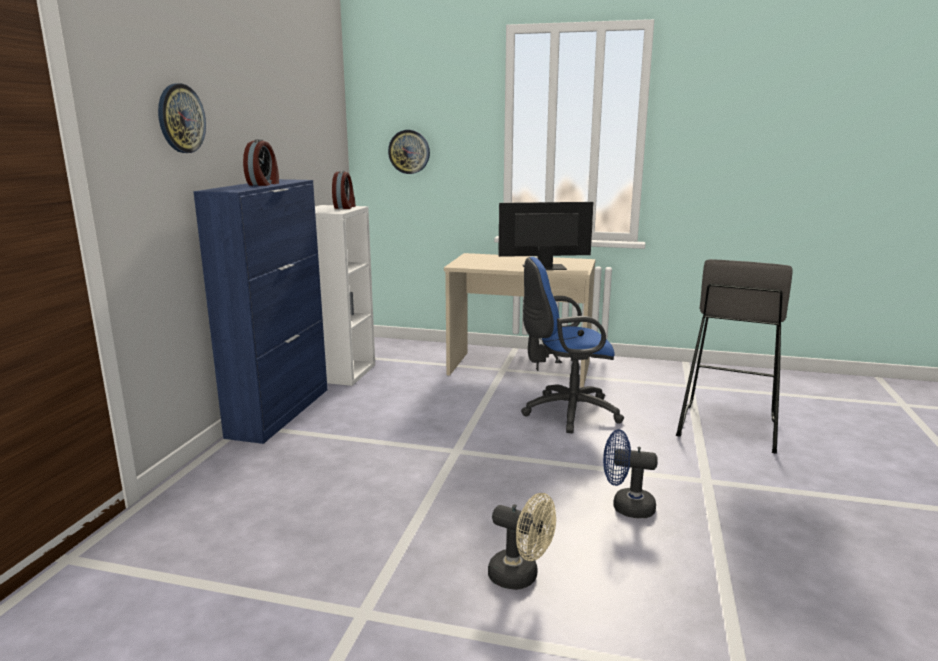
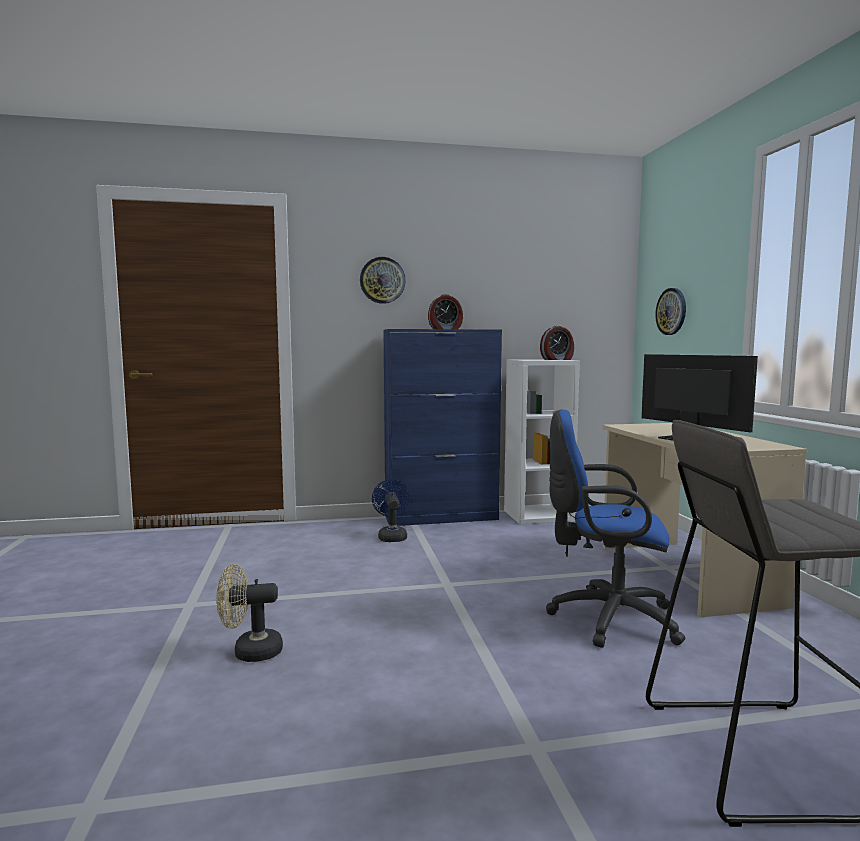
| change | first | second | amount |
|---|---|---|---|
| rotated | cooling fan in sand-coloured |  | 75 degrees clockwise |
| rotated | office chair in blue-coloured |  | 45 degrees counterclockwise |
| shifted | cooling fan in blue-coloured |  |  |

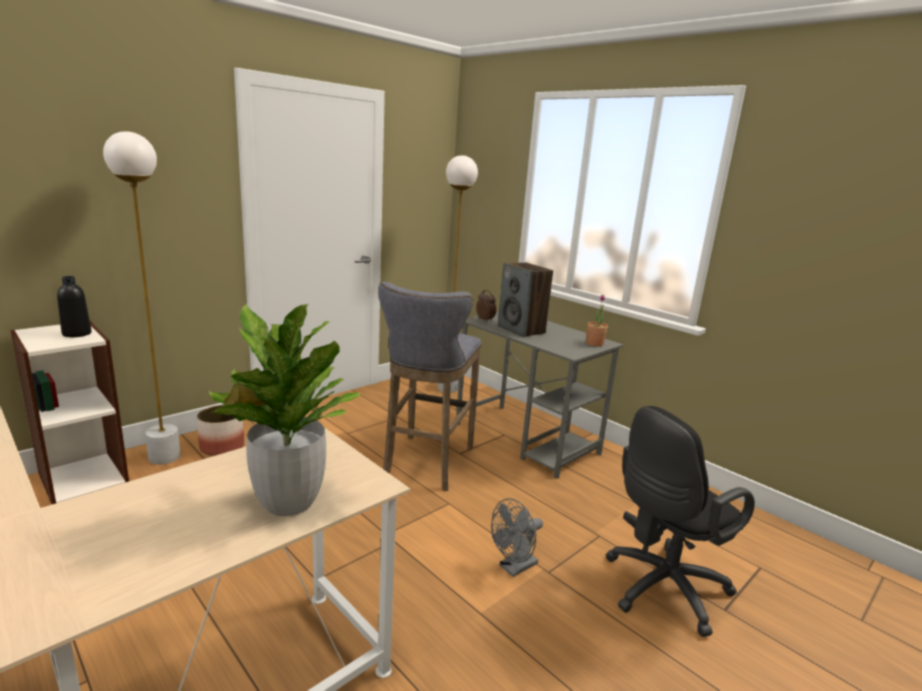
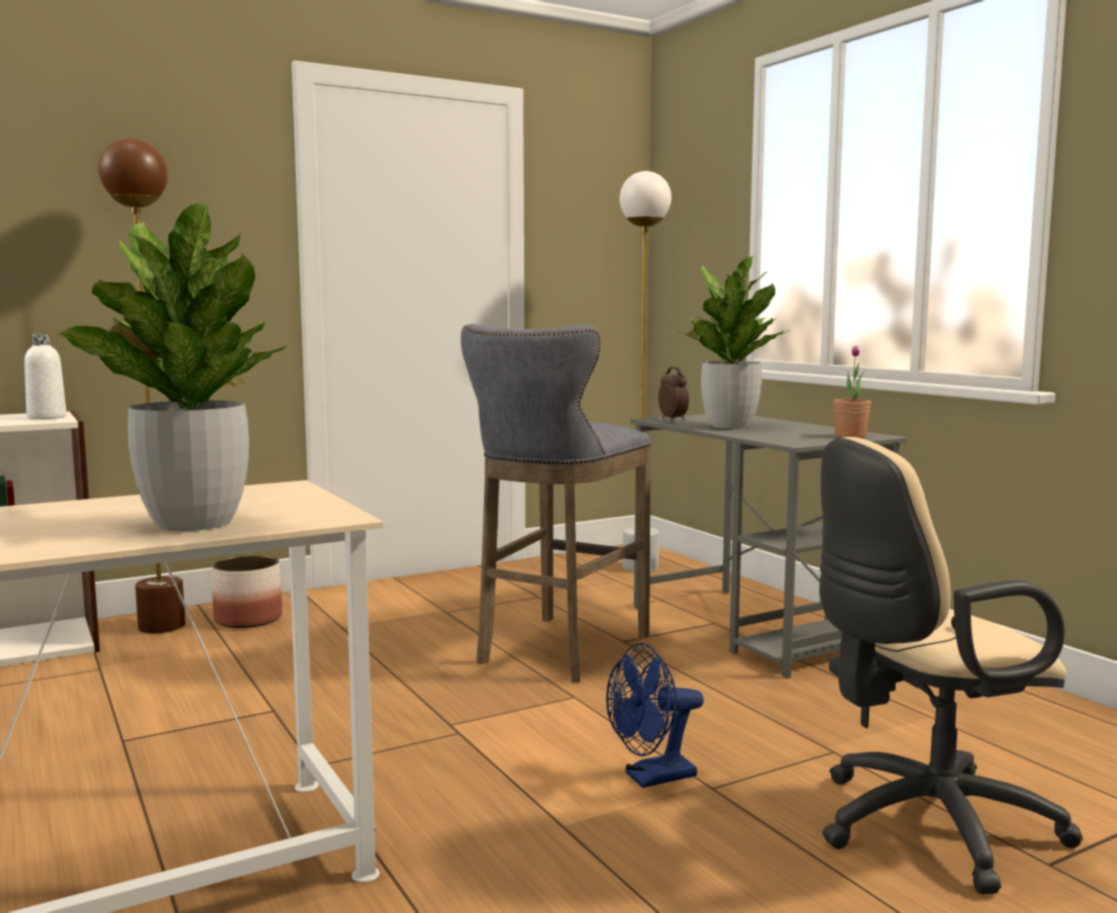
| change | first | second | amount |
|---|---|---|---|
| repainted | beverage bottle in black-coloured | beverage bottle in white-coloured |  |
| repainted | standard lamp in white-coloured (no. 1 from left) | standard lamp in brownish |  |
| repainted | cooling fan in grey | cooling fan in blue-coloured |  |
| swapped | audio speaker | houseplant (no. 2 from left) |  |
| repainted | office chair in black-coloured | office chair in sand-coloured |  |

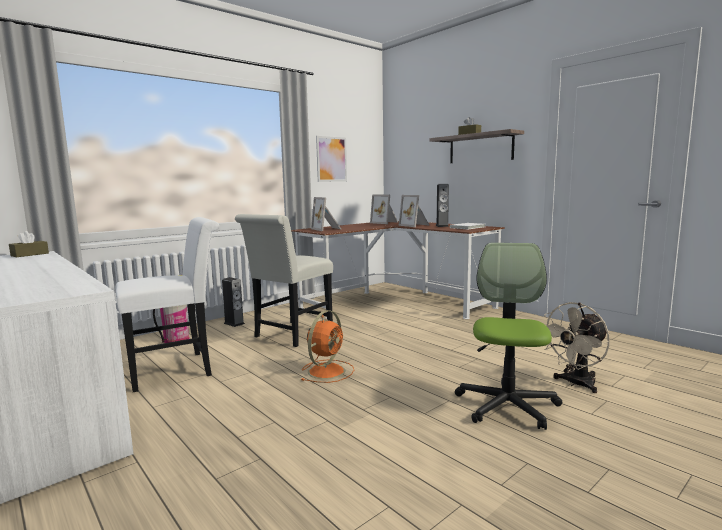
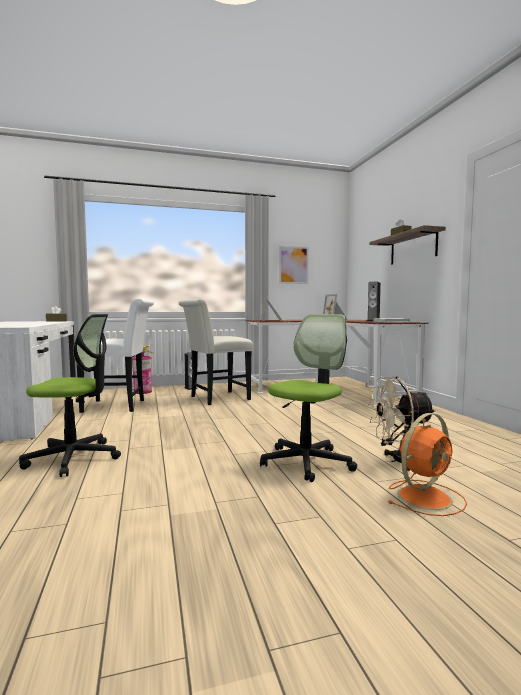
| change | first | second | amount |
|---|---|---|---|
| shifted | cooling fan in orangey |  |  |
| gone | standing frame (no. 3 from left) |  |  |
| new |  | office chair (no. 1 from left) |  |

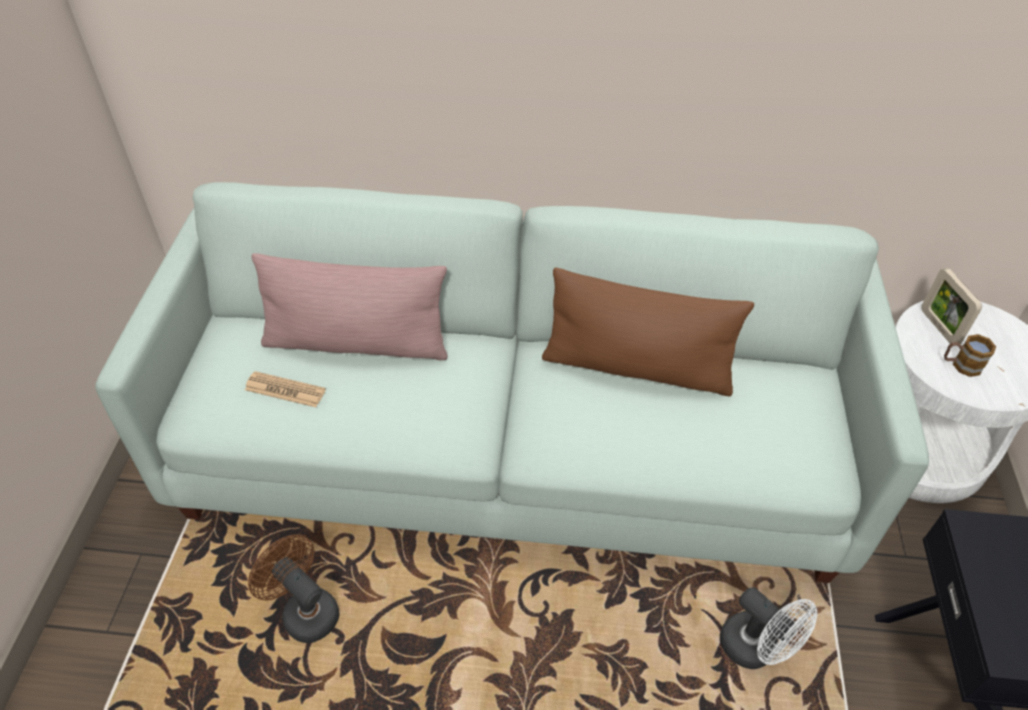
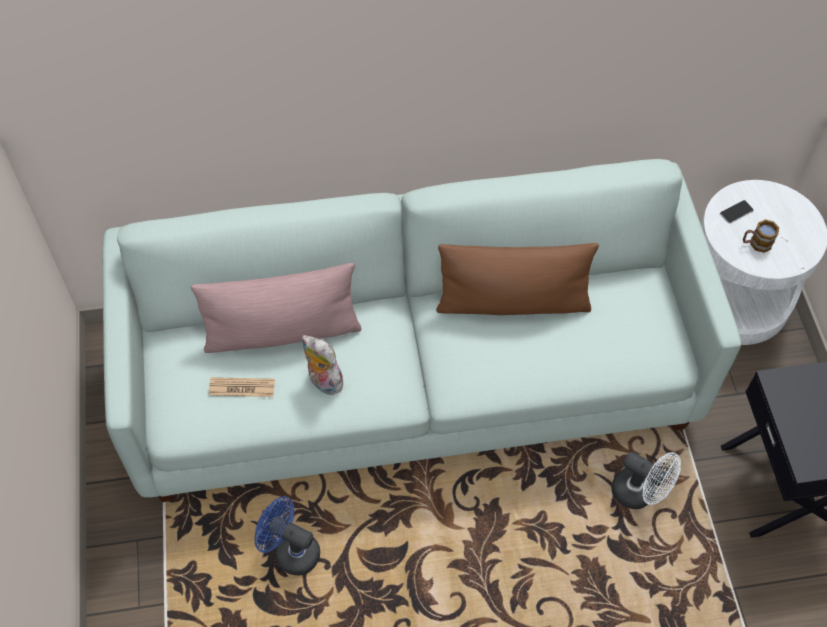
| change | first | second | amount |
|---|---|---|---|
| repainted | cooling fan in brownish | cooling fan in blue-coloured |  |
| swapped | standing frame | phone |  |
| new |  | cuddly toy |  |

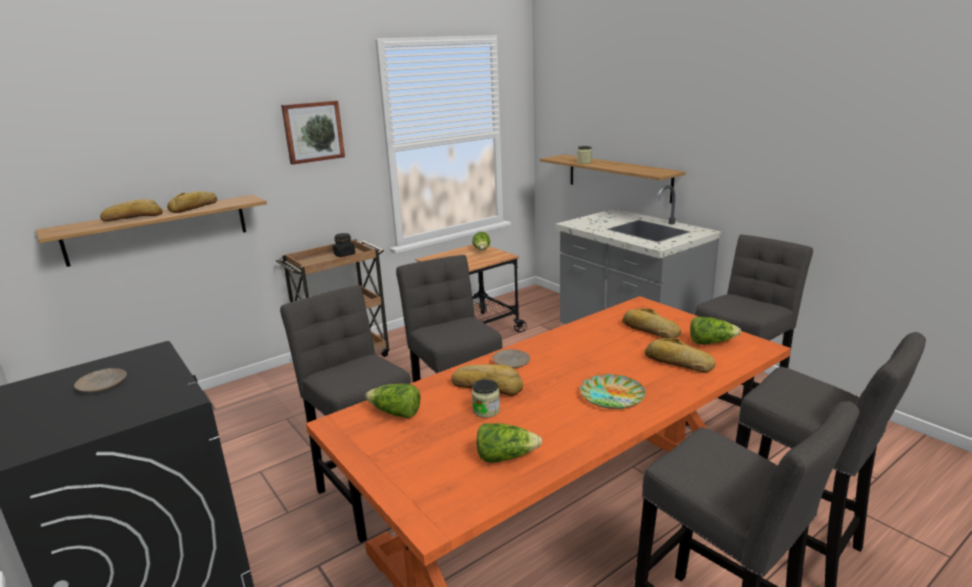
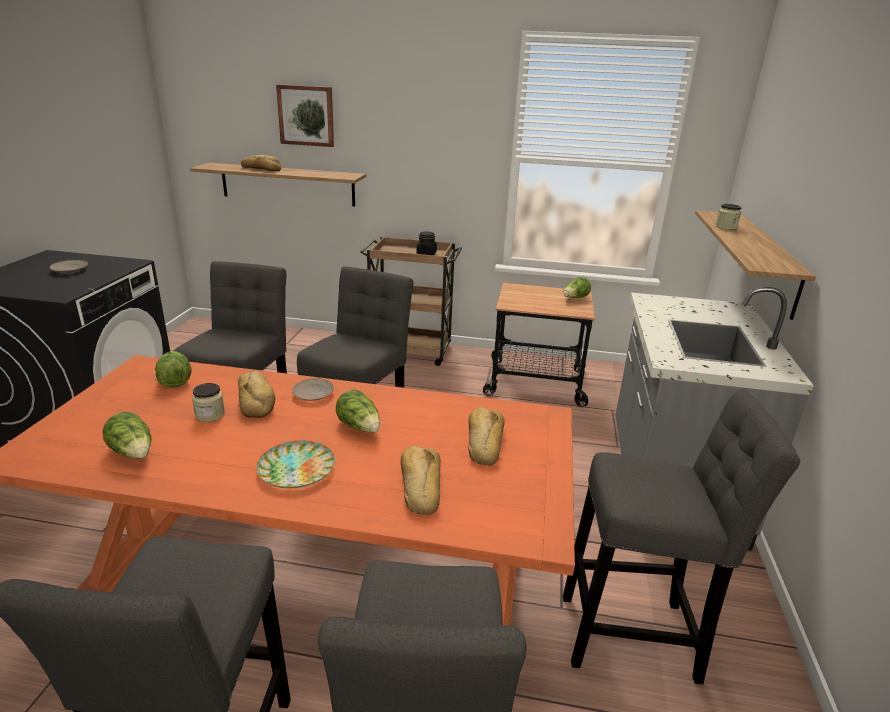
| change | first | second | amount |
|---|---|---|---|
| gone | bakery bread (no. 2 from left) |  |  |
| shifted | picture |  |  |
| shifted | lettuce (no. 4 from left in the first image) | lettuce (no. 3 from left) |  |

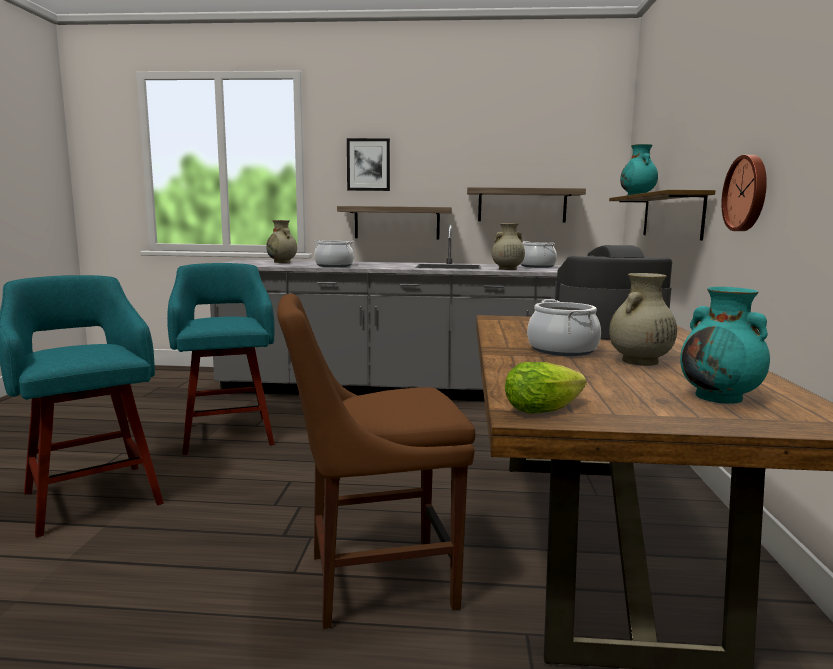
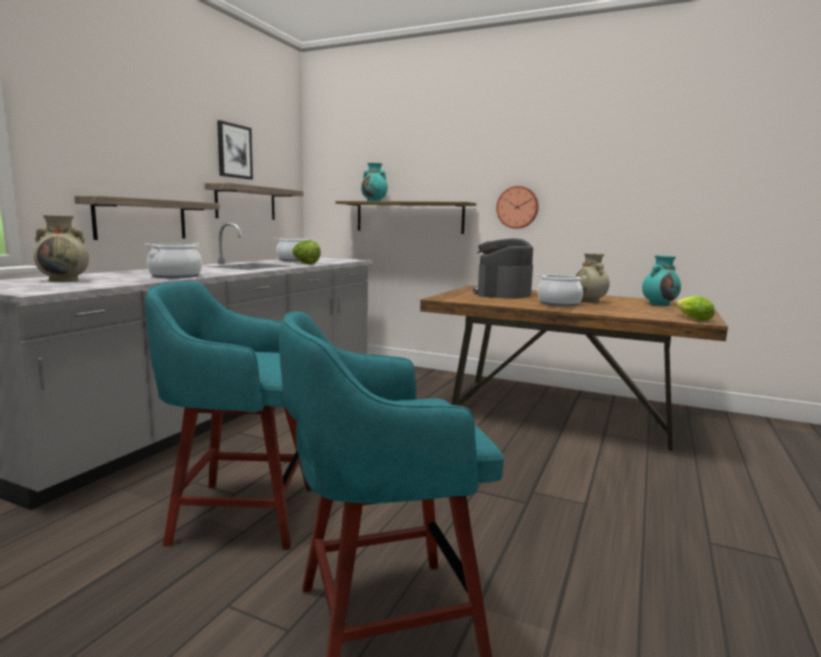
| change | first | second | amount |
|---|---|---|---|
| gone | plain chair in brownish |  |  |
| shifted | picture |  |  |
| swapped | flower vase in sand-coloured (no. 2 from left) | lettuce (no. 1 from left) |  |

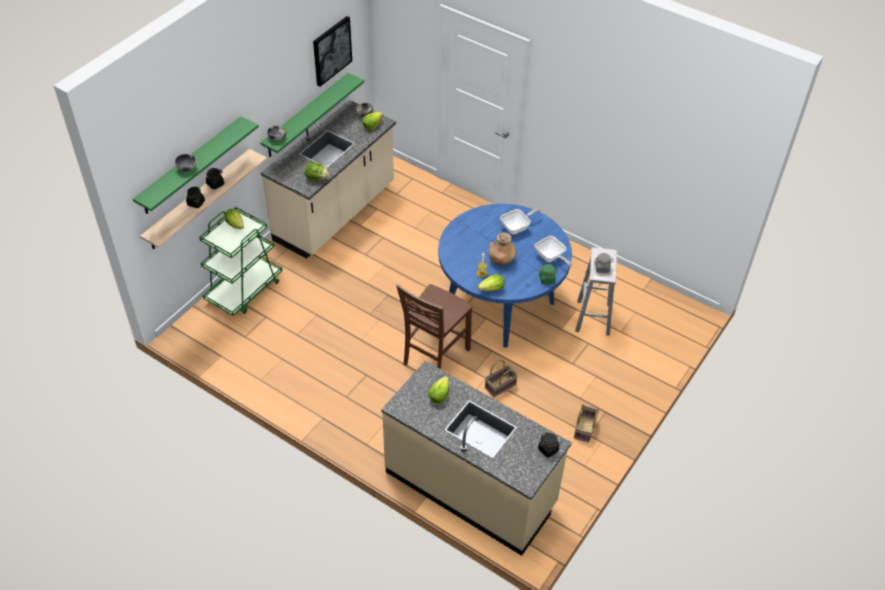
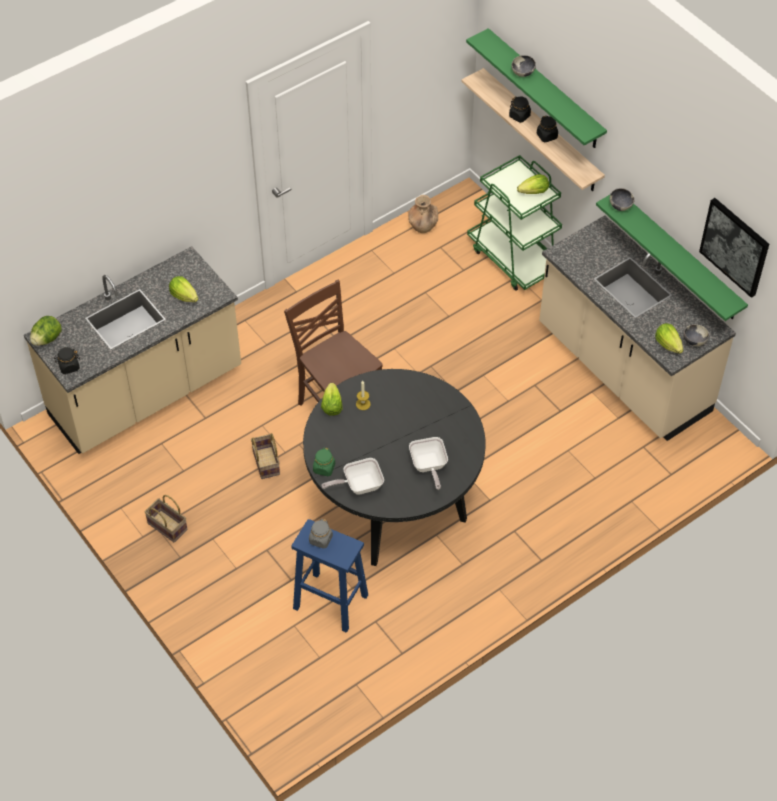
| change | first | second | amount |
|---|---|---|---|
| shifted | lettuce (no. 2 from left in the first image) | lettuce (no. 1 from left) |  |
| repainted | dinner table in blue-coloured | dinner table in black-coloured |  |
| shifted | flower vase in brownish |  |  |
| repainted | sitting stool in white-coloured | sitting stool in blue-coloured |  |

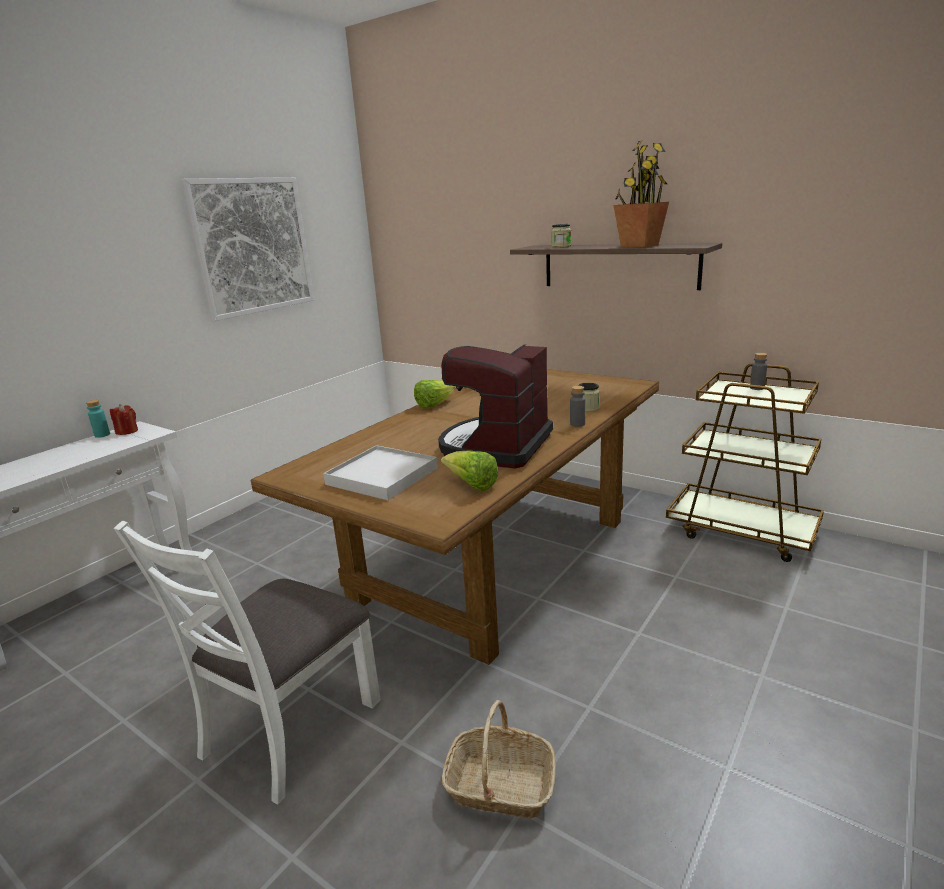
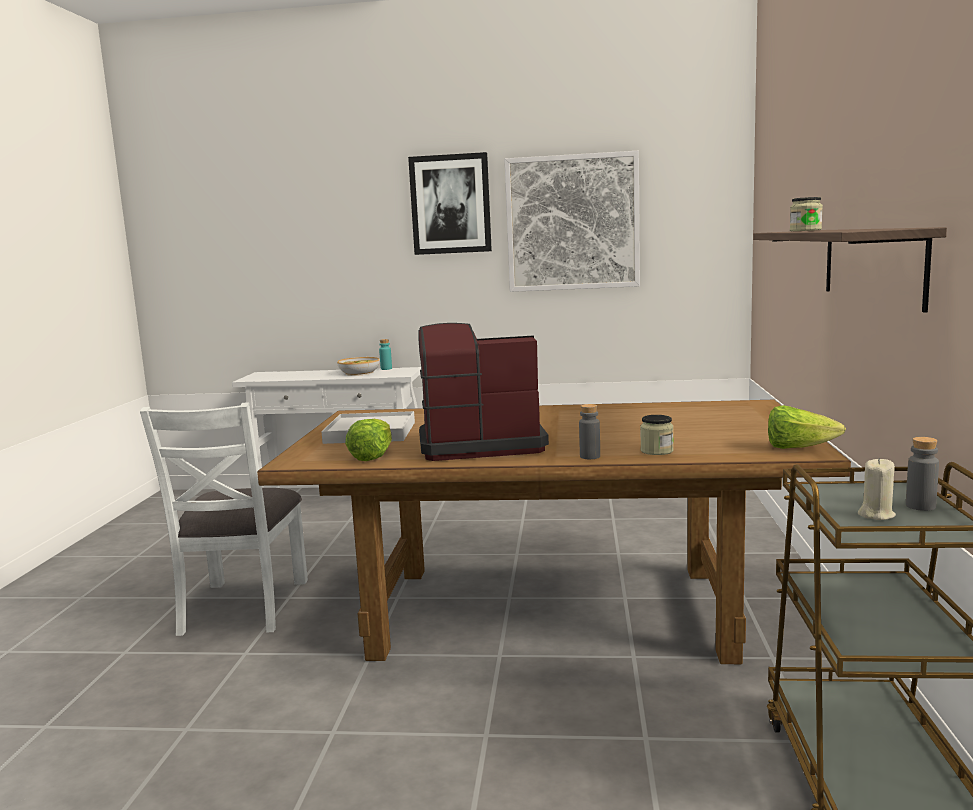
| change | first | second | amount |
|---|---|---|---|
| gone | wax light in red |  |  |
| rotated | plain chair in white-coloured |  | 90 degrees counterclockwise |
| shifted | lettuce (no. 1 from left in the first image) | lettuce (no. 2 from left) |  |
| gone | basket |  |  |
| gone | houseplant |  |  |
| new |  | serving bowl |  |
| new |  | picture (no. 1 from left) |  |
| new |  | wax light in sand-coloured |  |

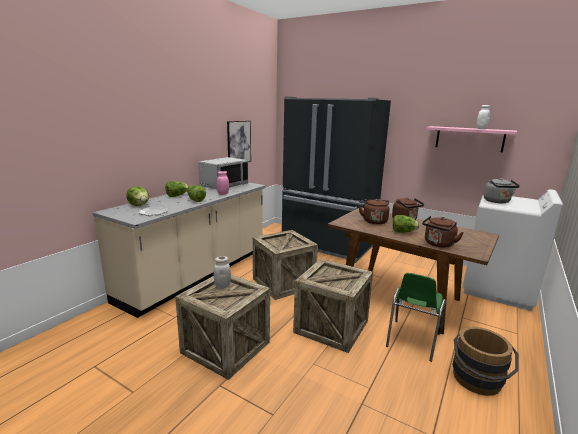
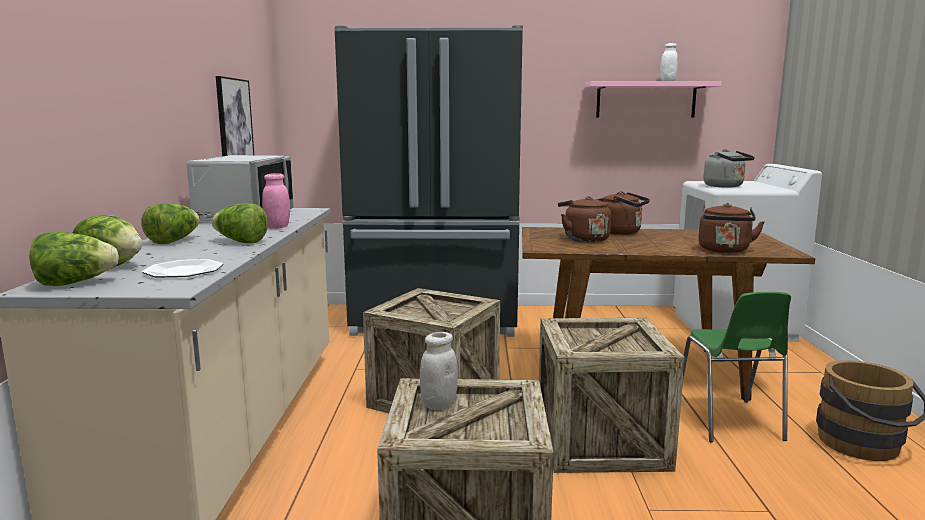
| change | first | second | amount |
|---|---|---|---|
| shifted | lettuce (no. 4 from left in the first image) | lettuce (no. 1 from left) |  |

